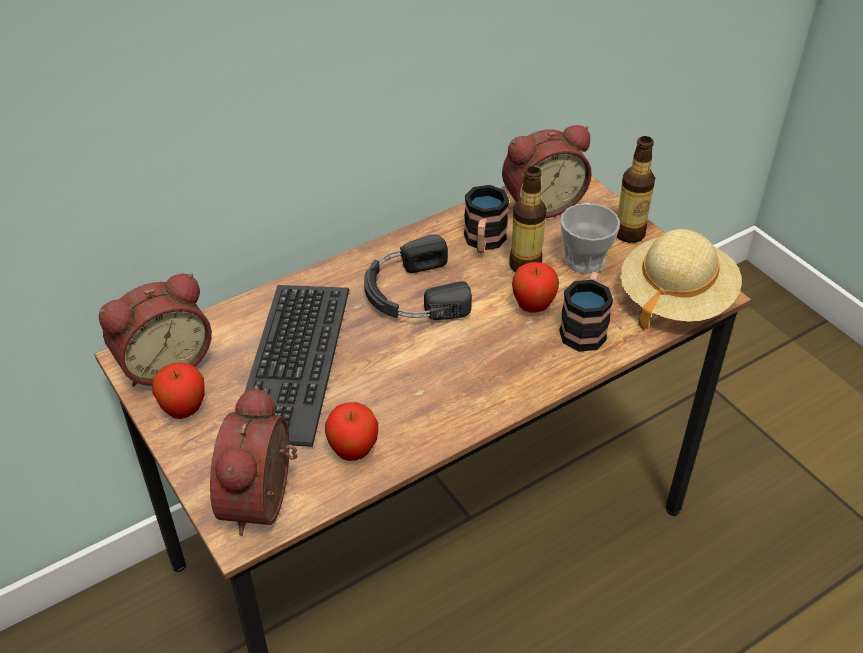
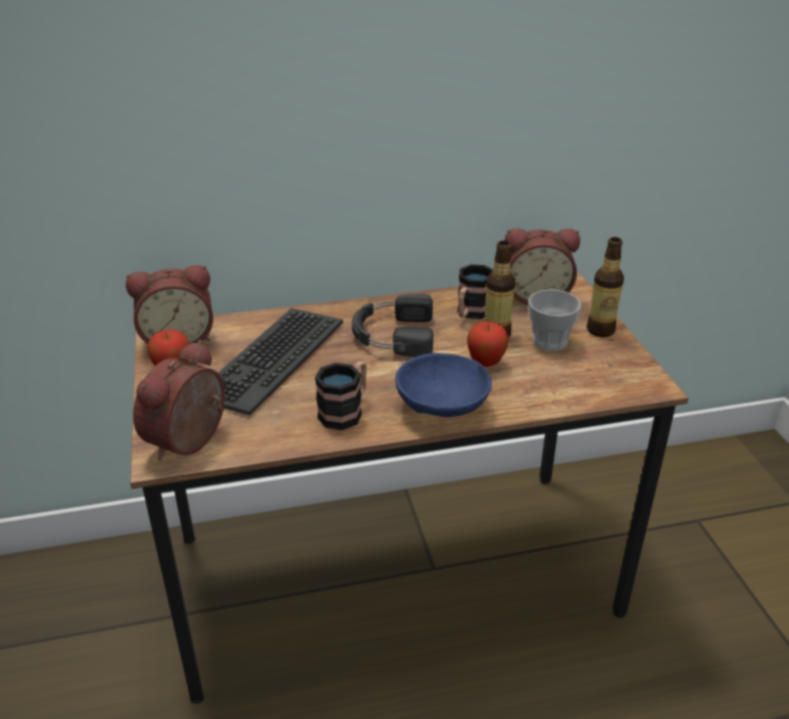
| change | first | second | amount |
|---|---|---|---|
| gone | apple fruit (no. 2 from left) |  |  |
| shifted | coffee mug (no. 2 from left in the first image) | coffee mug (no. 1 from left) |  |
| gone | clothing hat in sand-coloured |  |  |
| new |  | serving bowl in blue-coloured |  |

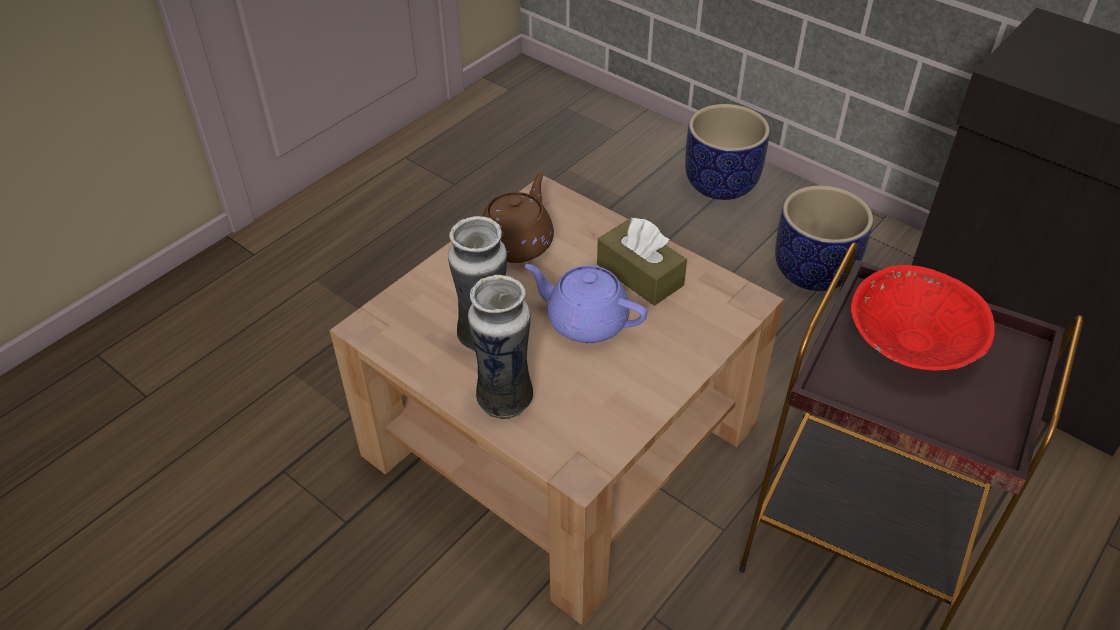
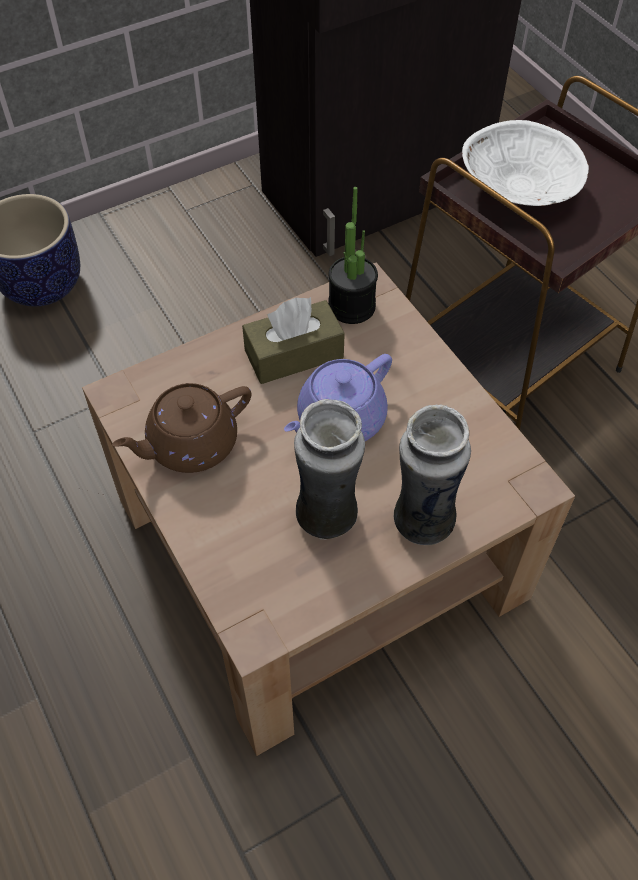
| change | first | second | amount |
|---|---|---|---|
| rotated | tea pot in brownish |  | 75 degrees counterclockwise |
| gone | plant pot (no. 2 from left) |  |  |
| repainted | serving bowl in red | serving bowl in white-coloured |  |
| new |  | houseplant |  |

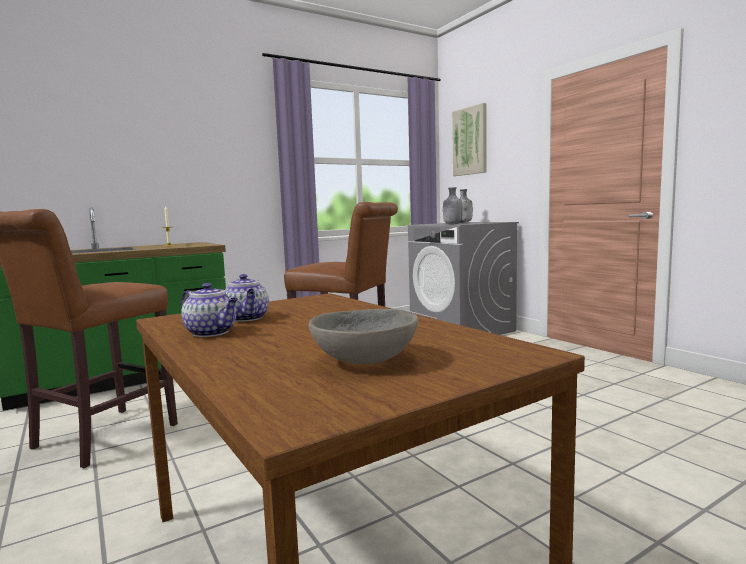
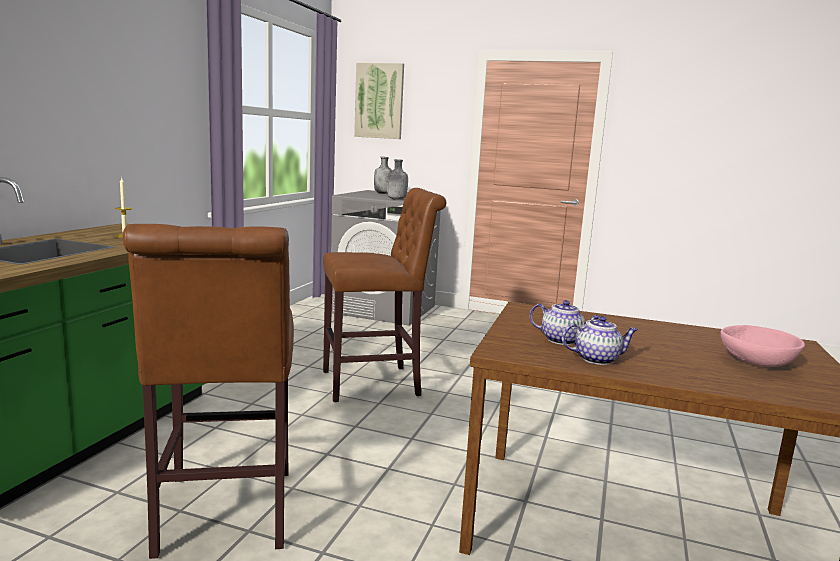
| change | first | second | amount |
|---|---|---|---|
| repainted | serving bowl in grey | serving bowl in pink-coloured |  |

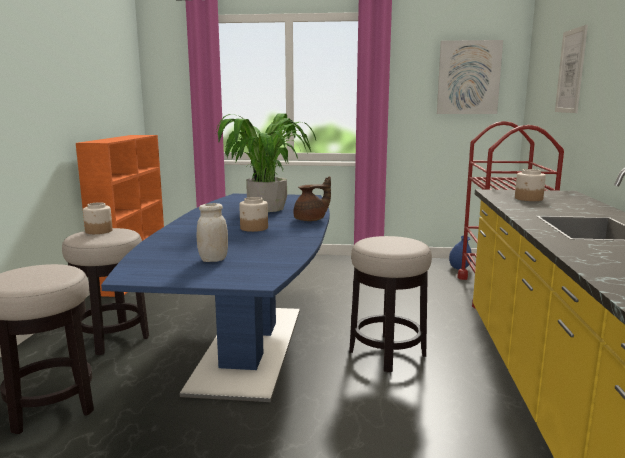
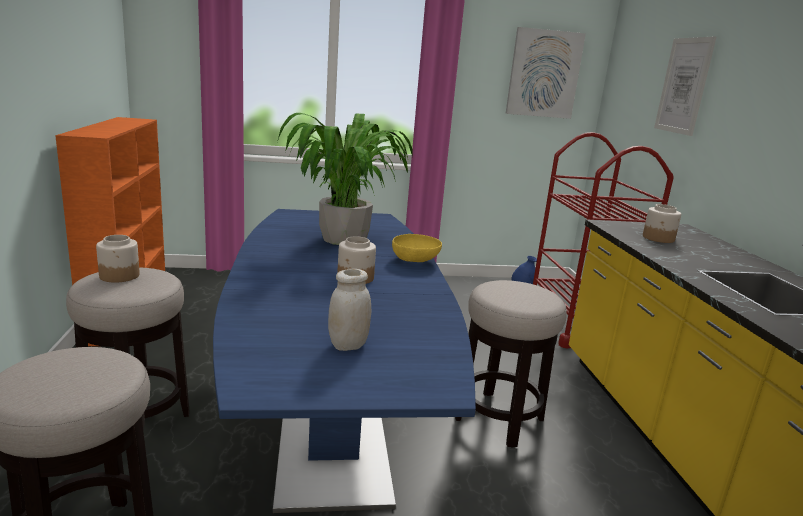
| change | first | second | amount |
|---|---|---|---|
| swapped | tea pot in brownish | serving bowl in yellow-coloured |  |

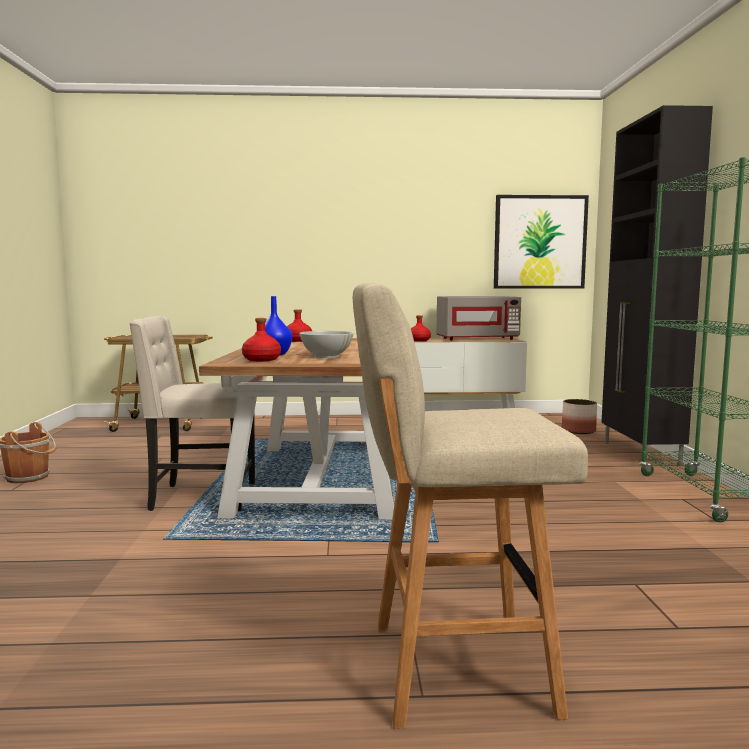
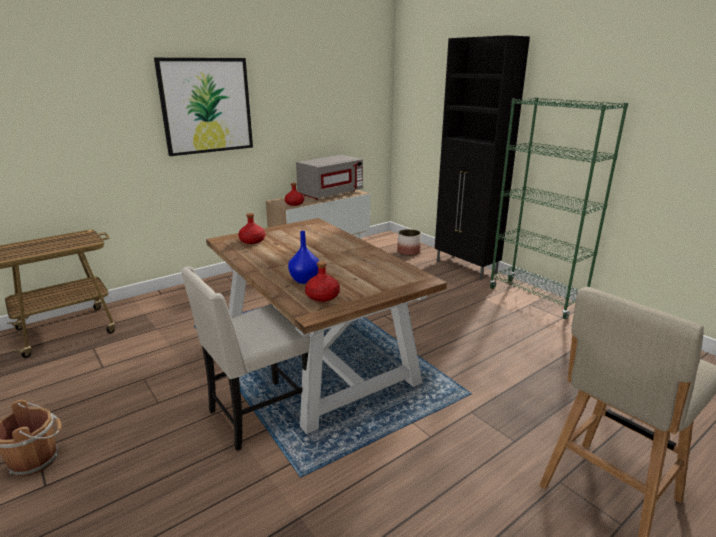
| change | first | second | amount |
|---|---|---|---|
| gone | serving bowl in white-coloured |  |  |
| shifted | picture |  |  |

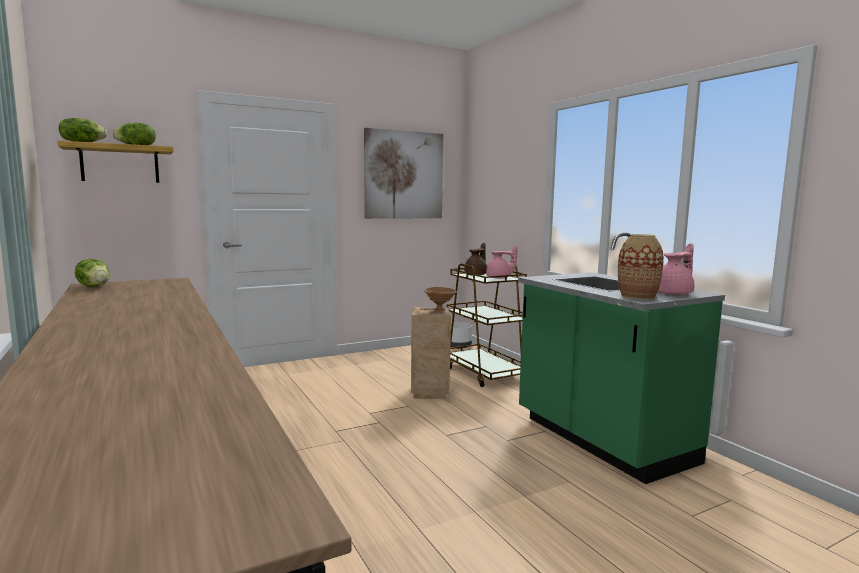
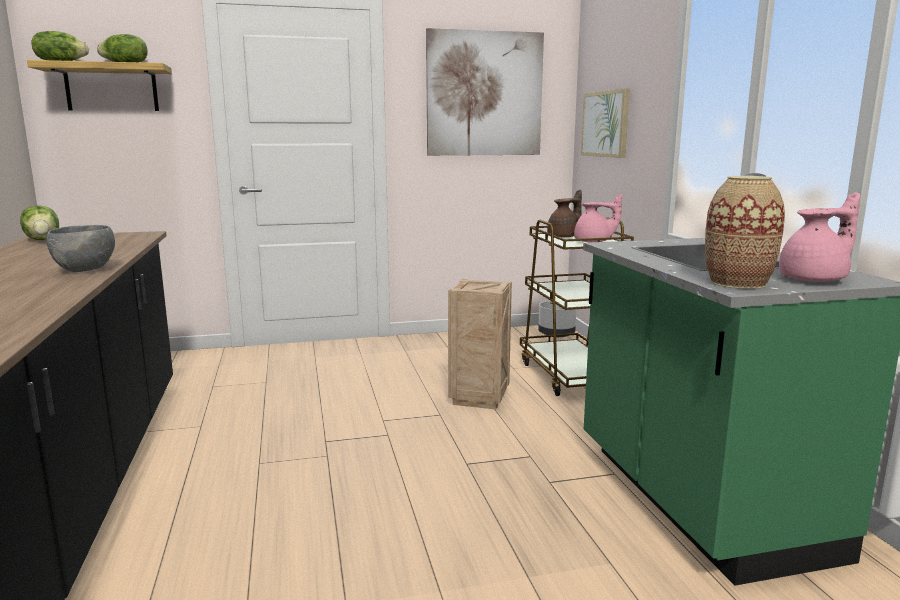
| change | first | second | amount |
|---|---|---|---|
| gone | serving bowl in brownish |  |  |
| new |  | serving bowl in grey |  |
| new |  | picture (no. 2 from left) |  |

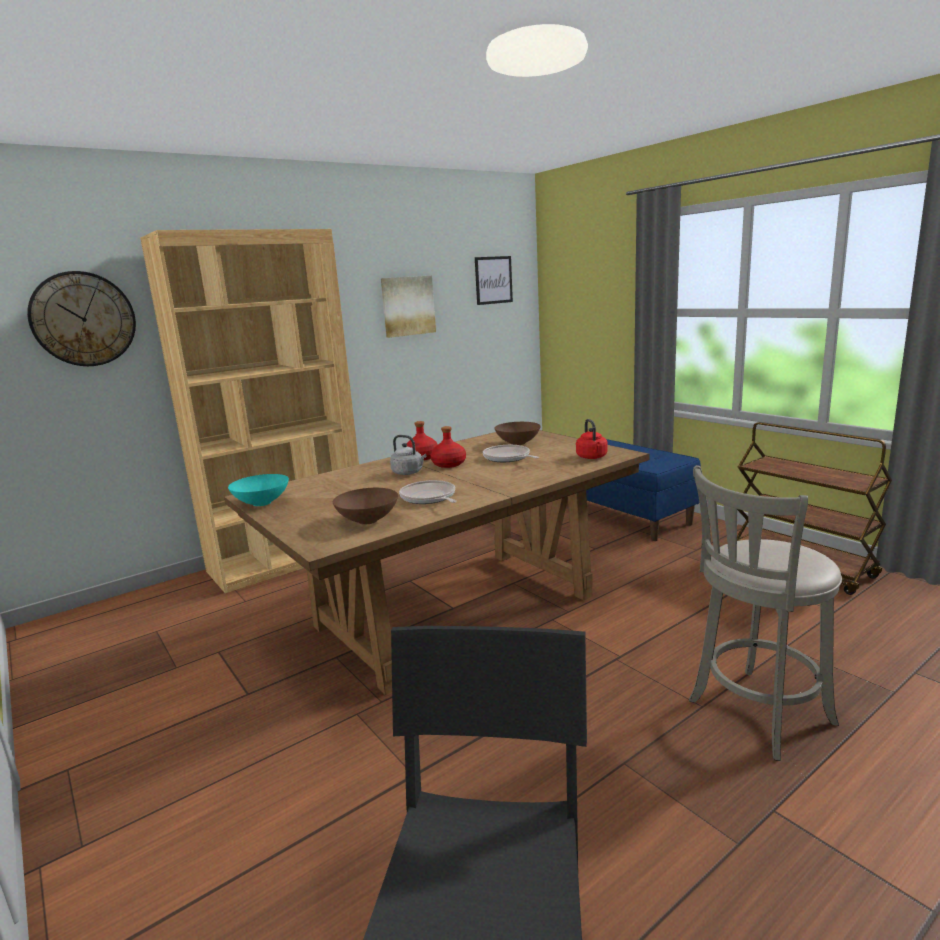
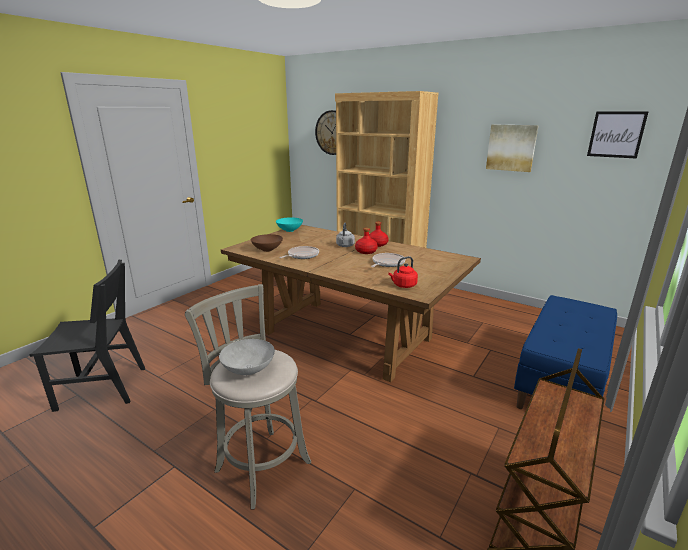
| change | first | second | amount |
|---|---|---|---|
| gone | serving bowl in brownish (no. 2 from left) |  |  |
| new |  | serving bowl in grey |  |

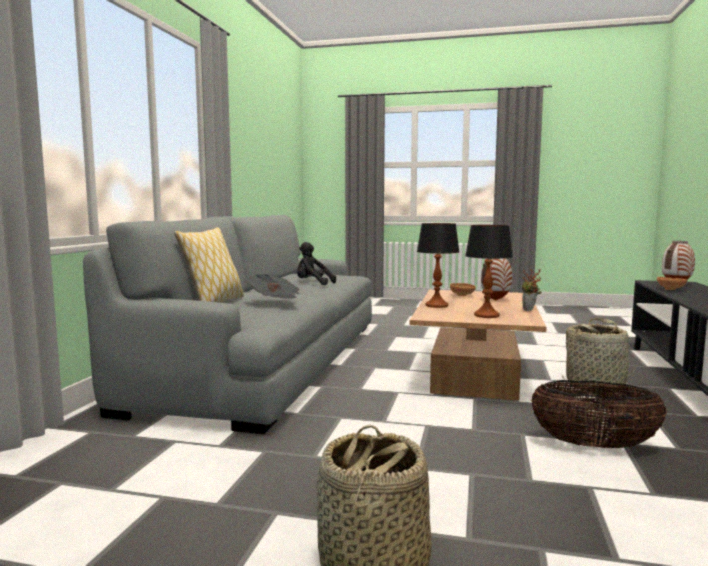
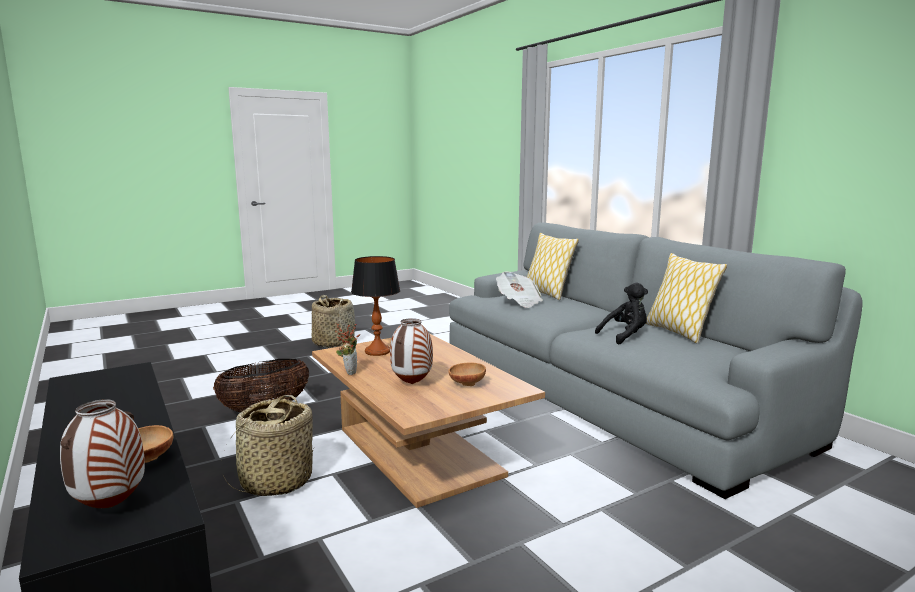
| change | first | second | amount |
|---|---|---|---|
| gone | tabletop lamp (no. 1 from left) |  |  |
| new |  | throw pillow (no. 2 from left) |  |

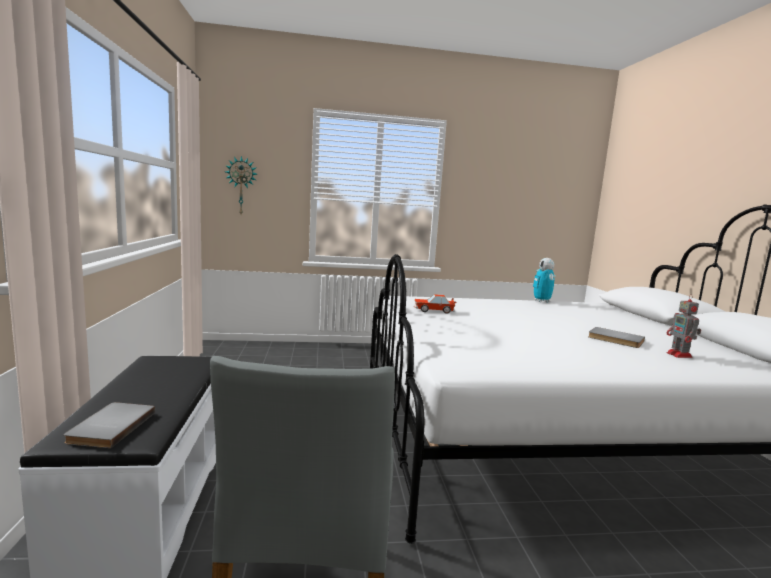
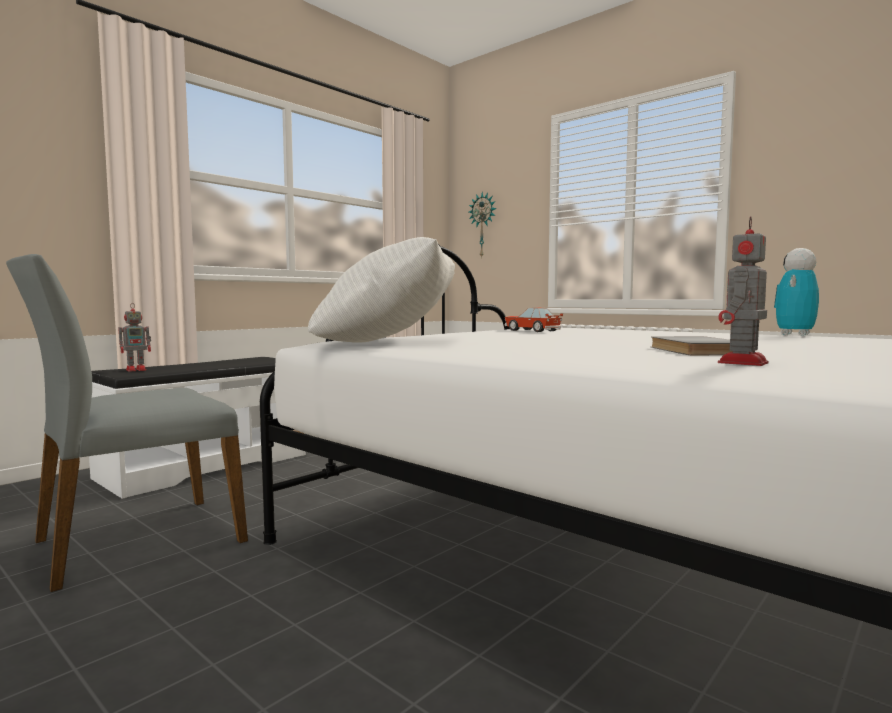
| change | first | second | amount |
|---|---|---|---|
| swapped | book in grey (no. 1 from left) | model robot (no. 1 from left) |  |
| new |  | throw pillow in white-coloured |  |

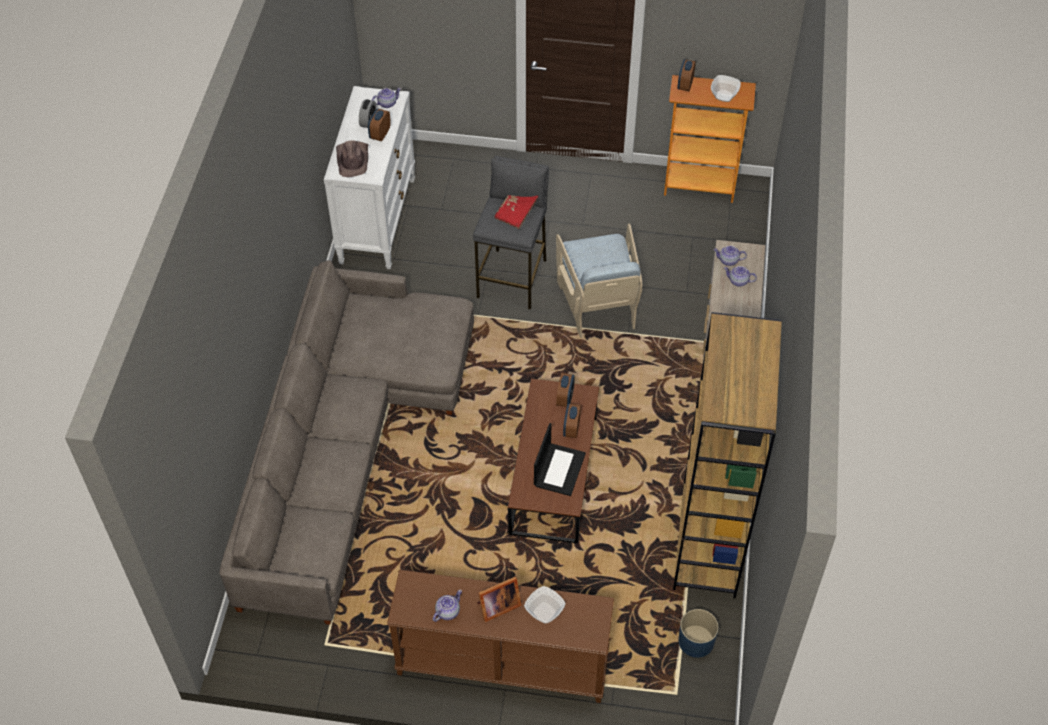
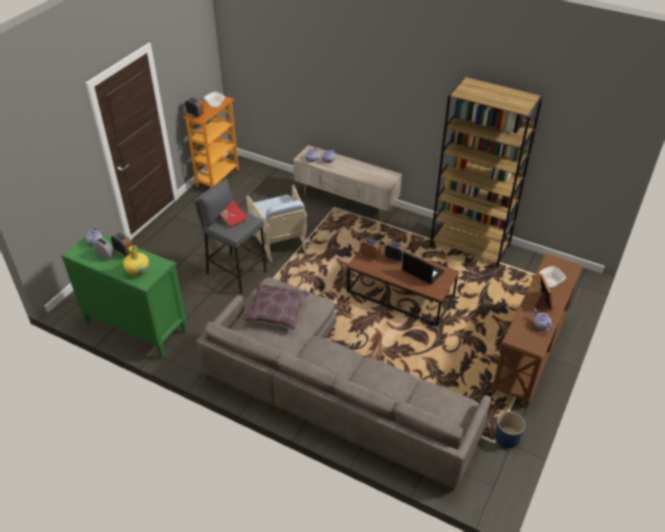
| change | first | second | amount |
|---|---|---|---|
| repainted | chest of drawers in white-coloured | chest of drawers in greenish |  |
| swapped | clothing hat in brownish | flower vase in yellow-coloured |  |
| rotated | armchair in sand-coloured |  | 60 degrees clockwise |
| shifted | plant pot in blue-coloured |  |  |
| new |  | throw pillow in brownish |  |

